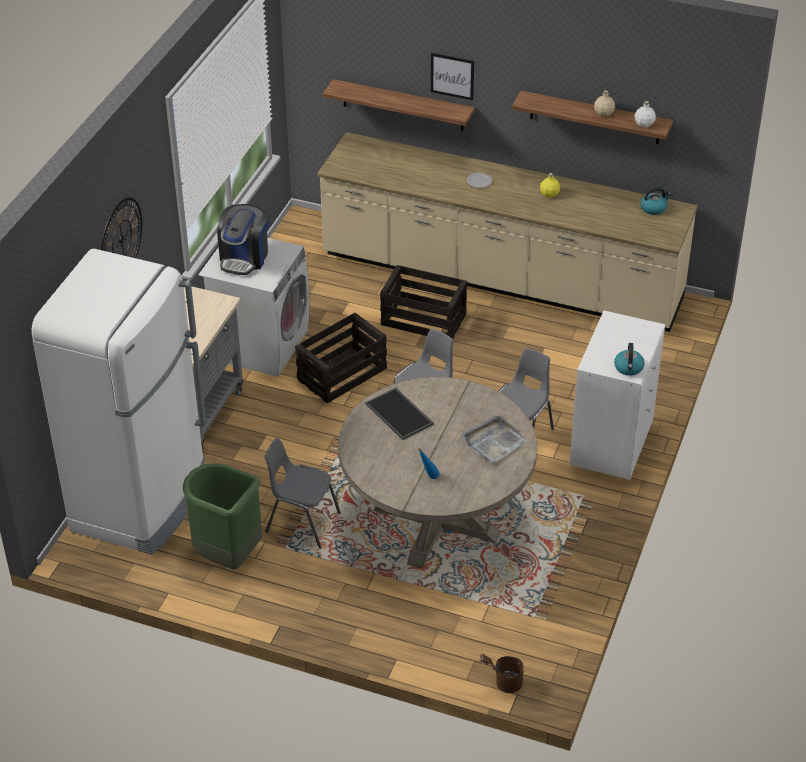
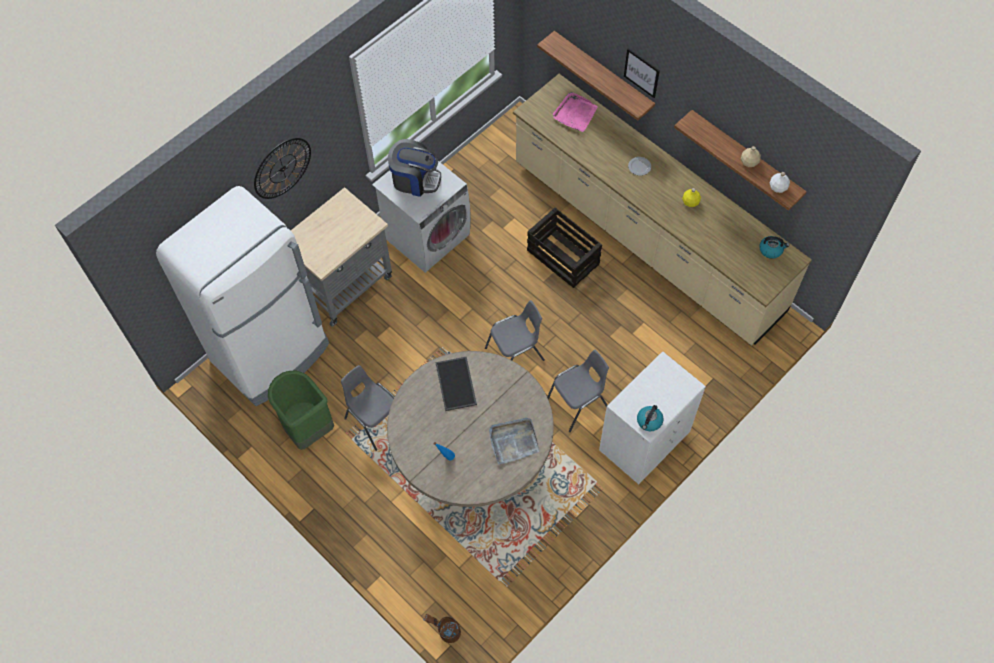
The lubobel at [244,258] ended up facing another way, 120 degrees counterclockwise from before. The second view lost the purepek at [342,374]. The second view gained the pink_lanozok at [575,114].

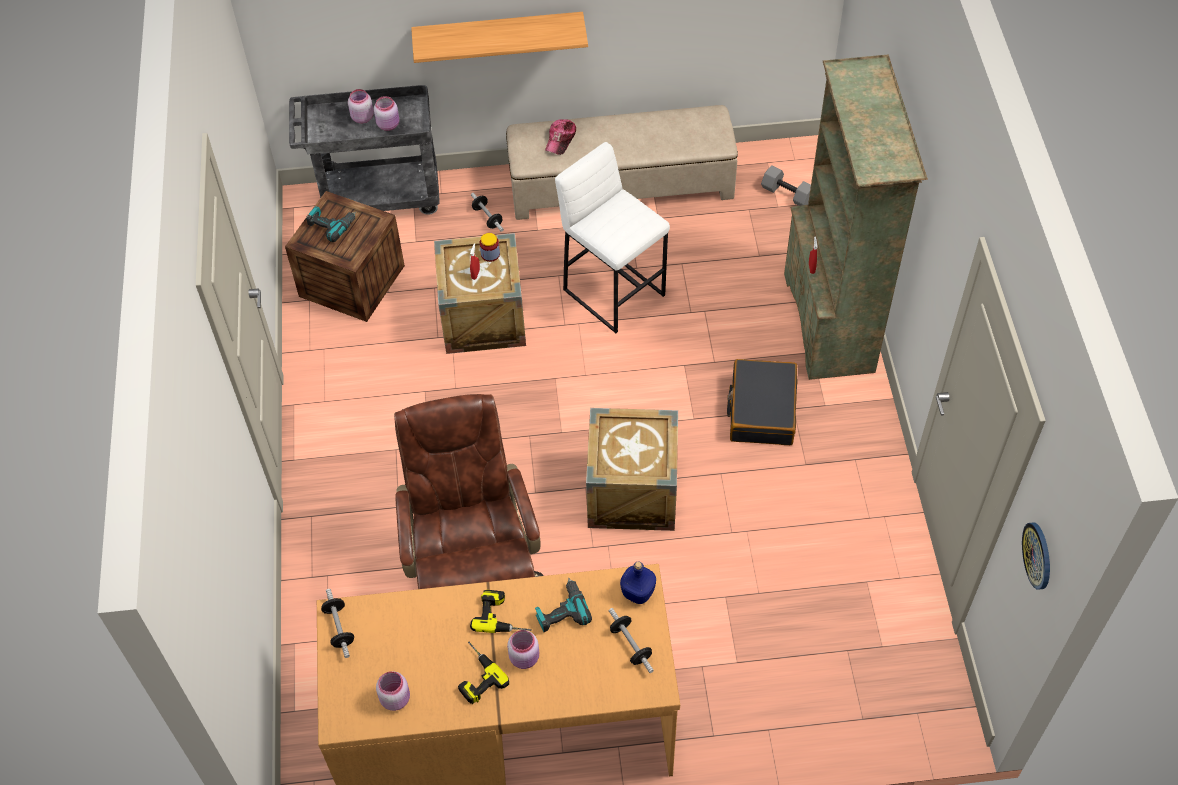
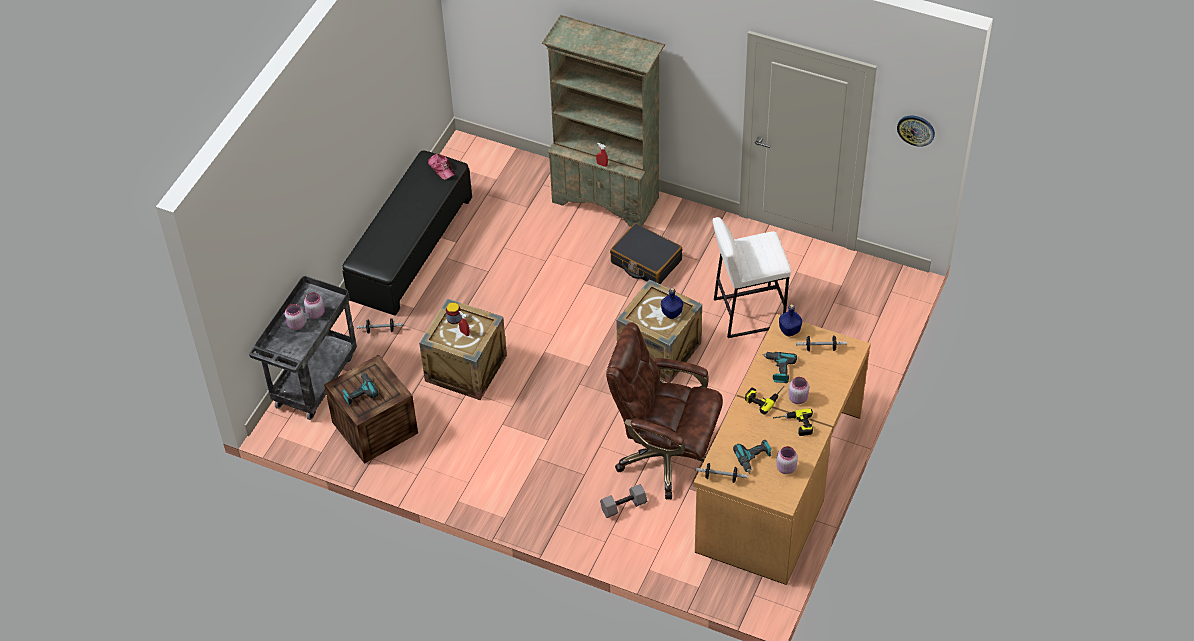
The second view lost the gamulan at [498,33]. What was the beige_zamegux at [622,183] turned into the black_zamegux at [411,247]. The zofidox ended up elsewhere, having gone from [561,139] to [441,168]. The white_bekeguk ended up elsewhere, having gone from [613,291] to [747,313]. The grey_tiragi ended up elsewhere, having gone from [786,194] to [623,507]. The second view gained the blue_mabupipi at [671,313]. The second view gained the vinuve at [753,458].

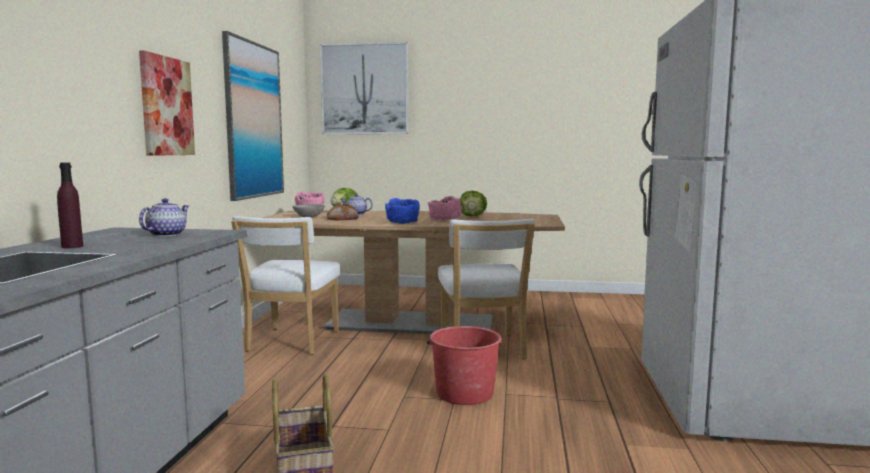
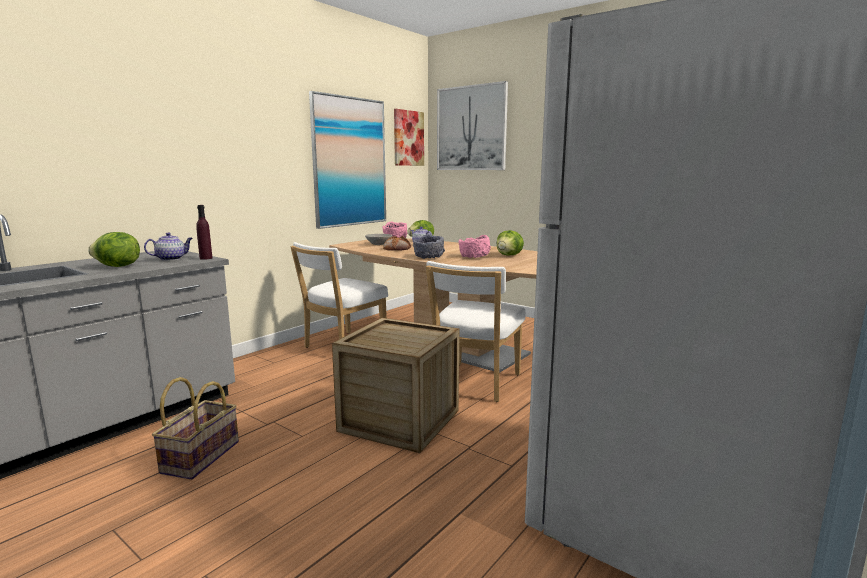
The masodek ended up elsewhere, having gone from [166,106] to [408,138]. The purple_mabupipi ended up elsewhere, having gone from [72,246] to [206,258]. What was the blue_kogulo at [402,222] turned into the grey_kogulo at [428,257]. Where the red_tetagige stood at [464,393], the purepek came to stand at [399,421]. The second view gained the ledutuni at [117,267].

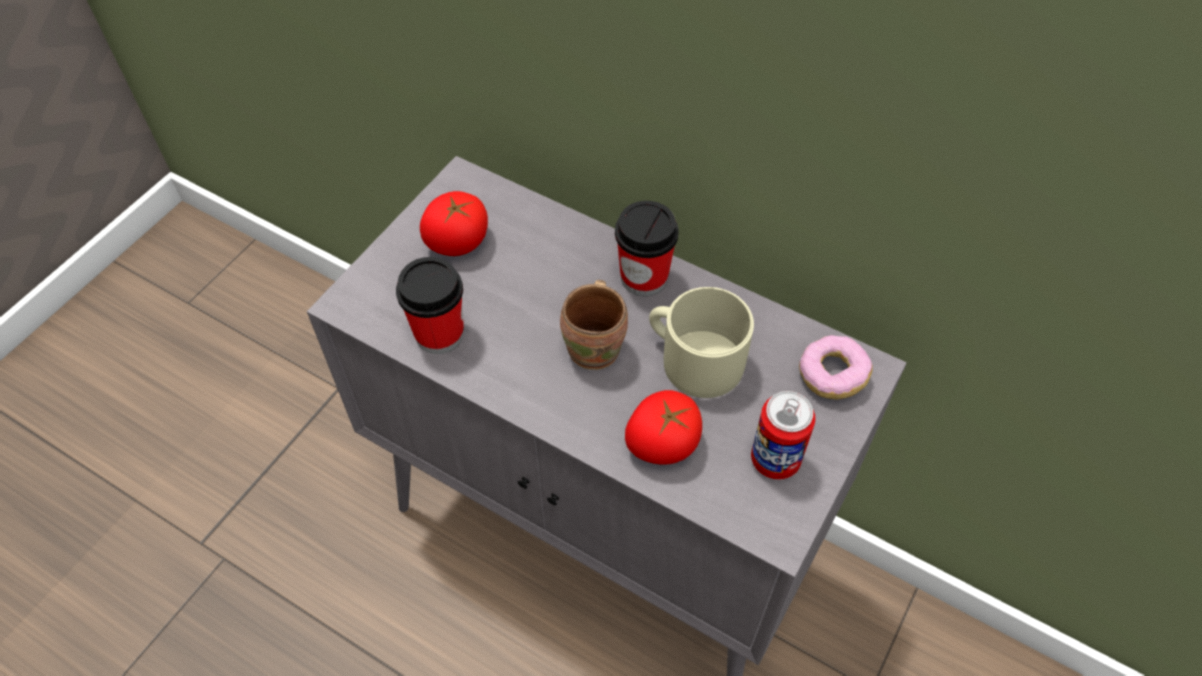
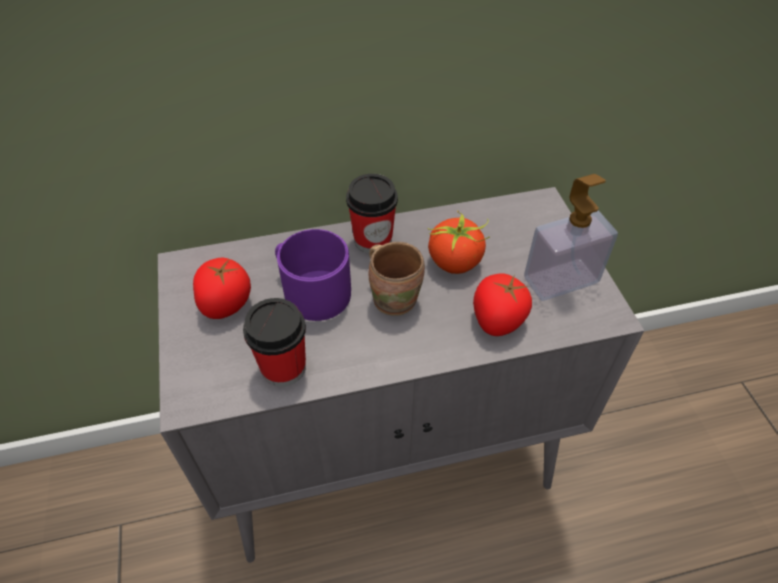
Where the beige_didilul stood at [693,358], the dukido came to stand at [455,262]. The second view lost the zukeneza at [832,376]. Where the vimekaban stood at [775,459], the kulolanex came to stand at [561,280]. The second view gained the purple_didilul at [311,290].

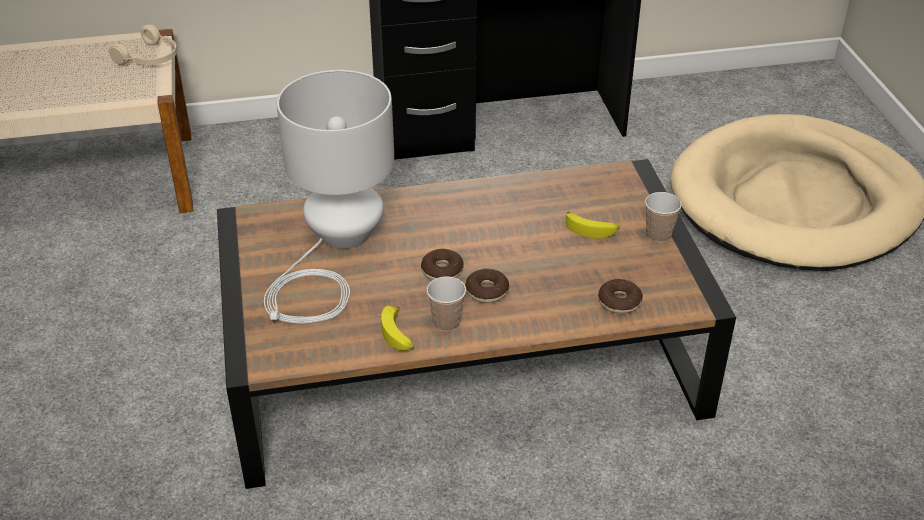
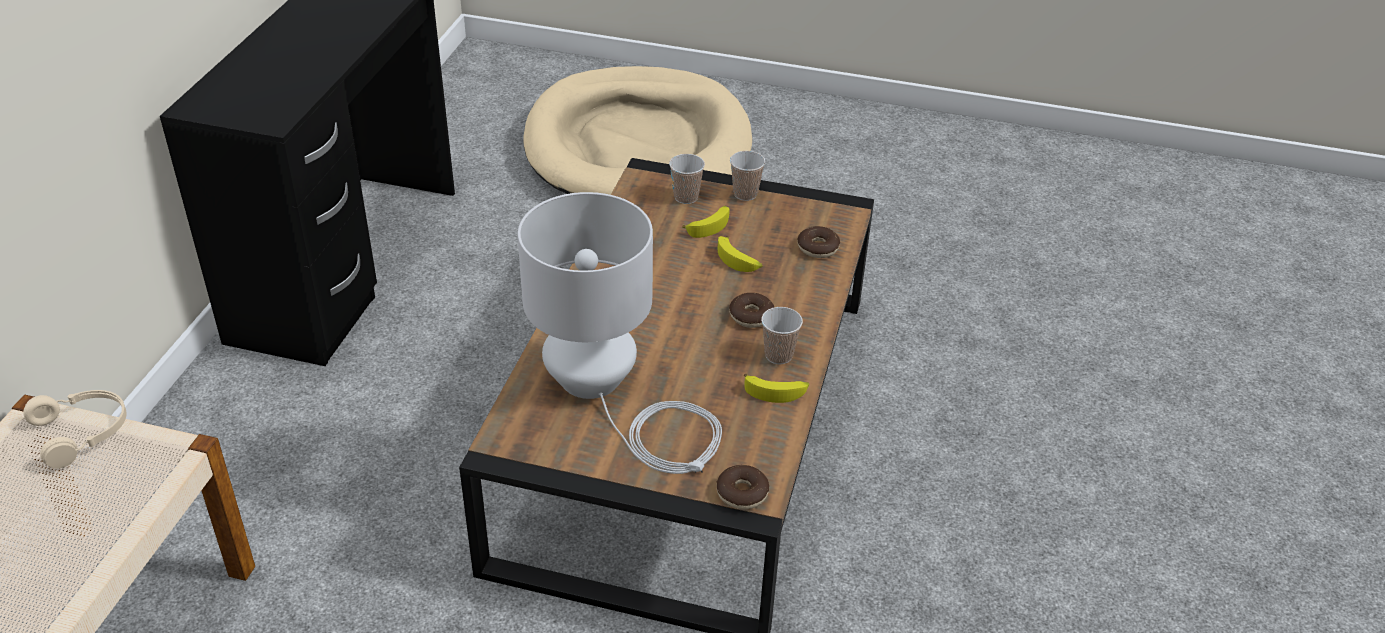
The zukeneza ended up elsewhere, having gone from [442,271] to [742,493]. The second view gained the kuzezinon at [686,197]. The second view gained the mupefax at [738,260].

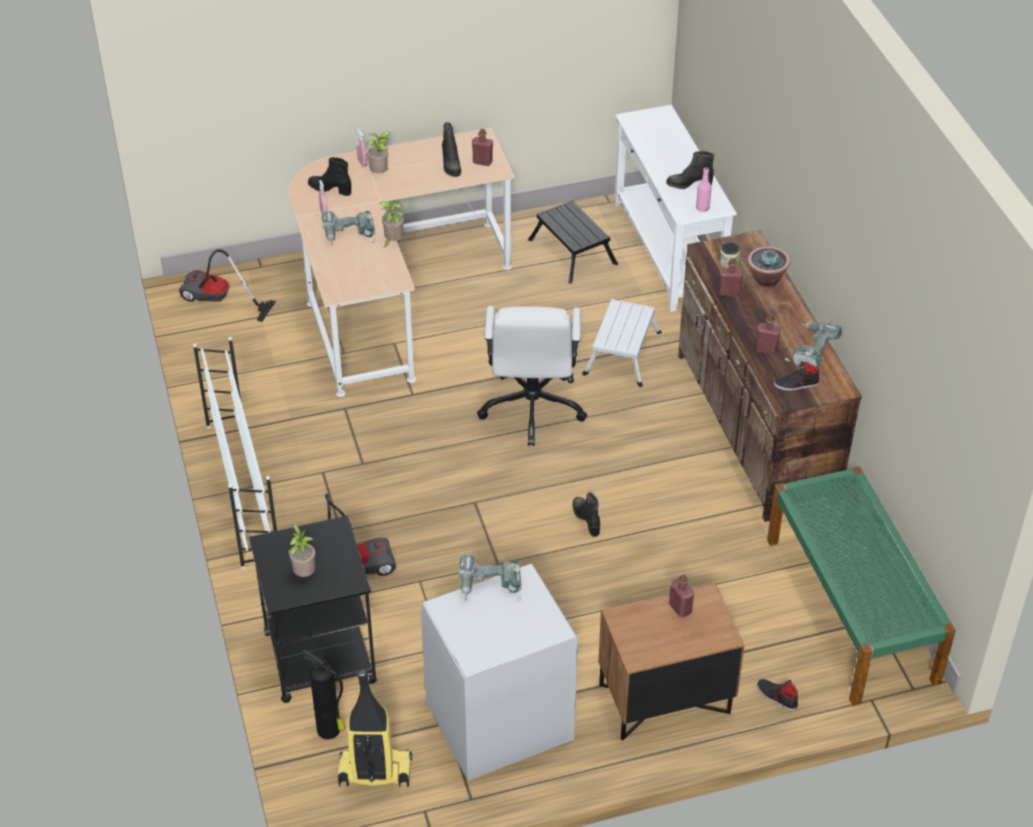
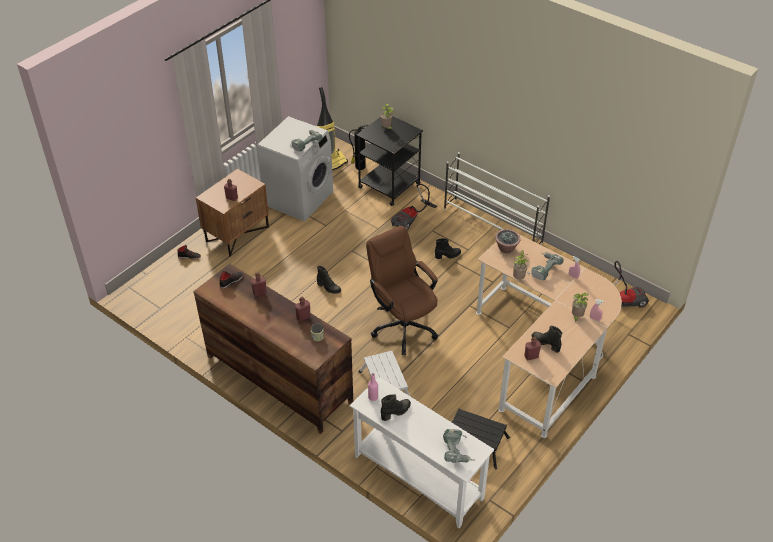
The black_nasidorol ended up elsewhere, having gone from [330,189] to [448,255]. The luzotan ended up elsewhere, having gone from [766,279] to [506,248]. What was the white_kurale at [532,411] turned into the brown_kurale at [402,327]. The vinuve ended up elsewhere, having gone from [810,351] to [457,452]. The second view lost the green_zamegux at [852,609].

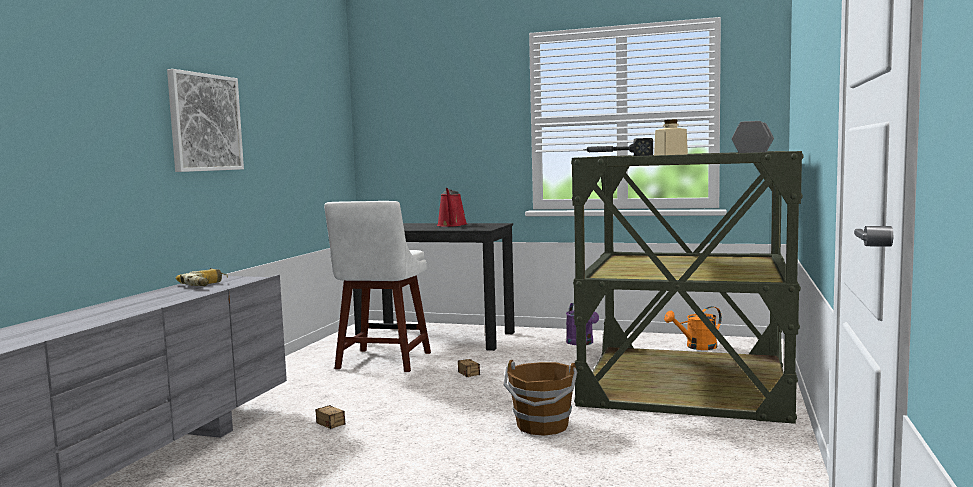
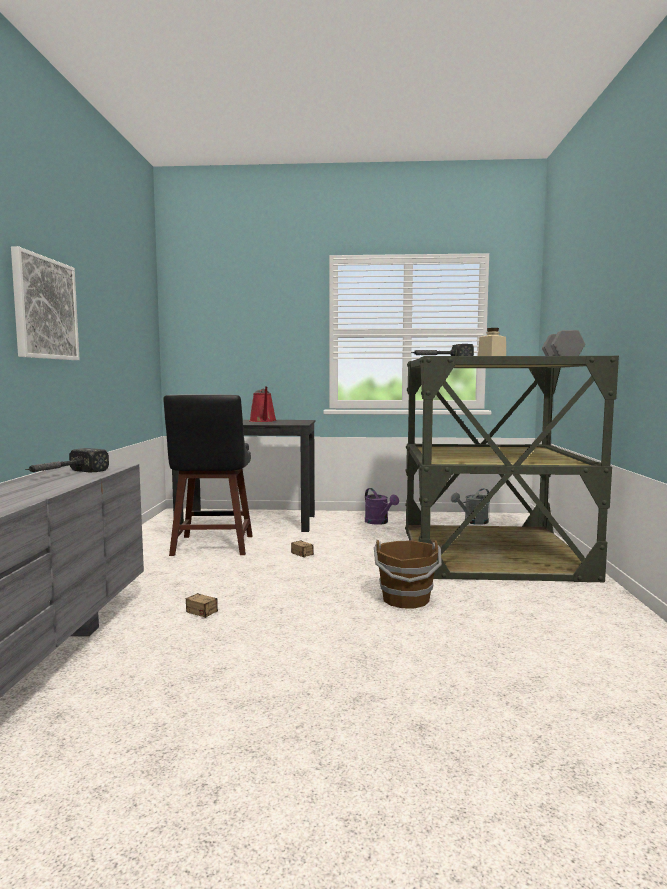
What was the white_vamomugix at [381,362] turned into the black_vamomugix at [211,547]. Where the vinuve stood at [205,284], the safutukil came to stand at [64,474]. What was the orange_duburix at [696,347] turned into the grey_duburix at [473,522].

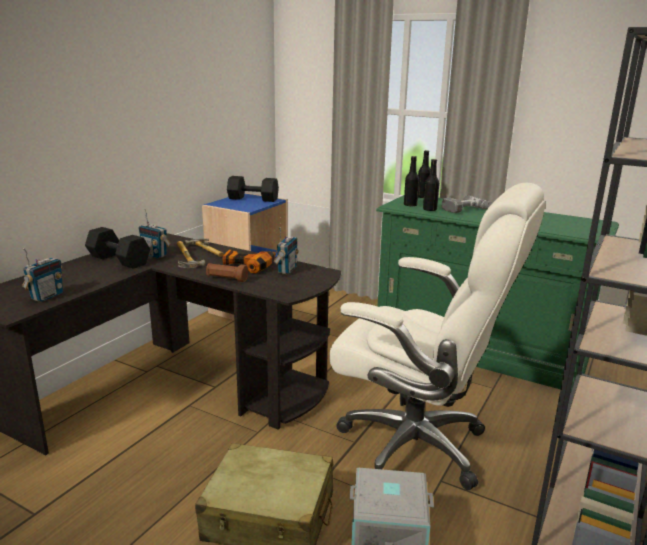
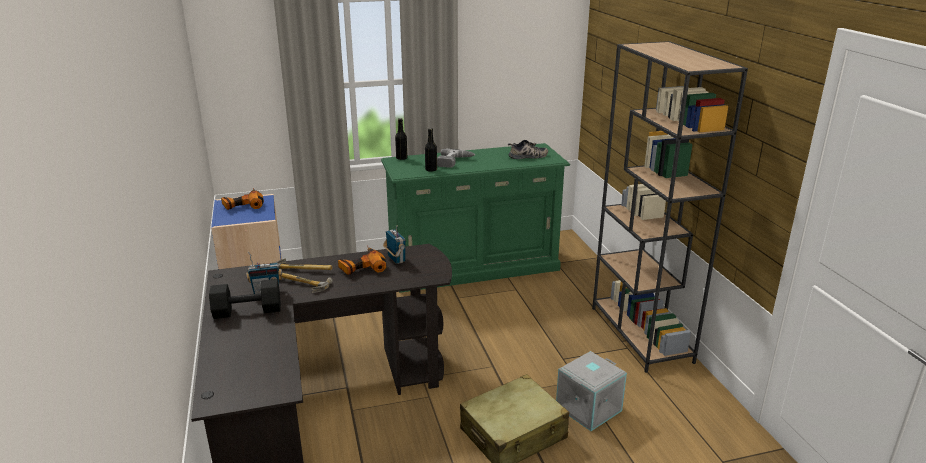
The second view lost the black_mabupipi at [410,205]. Where the black_tiragi stood at [252,199], the vinuve came to stand at [243,204]. The second view lost the white_kurale at [416,446]. The second view lost the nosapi at [47,296]. The second view lost the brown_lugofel at [226,279]. The second view gained the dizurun at [528,156].

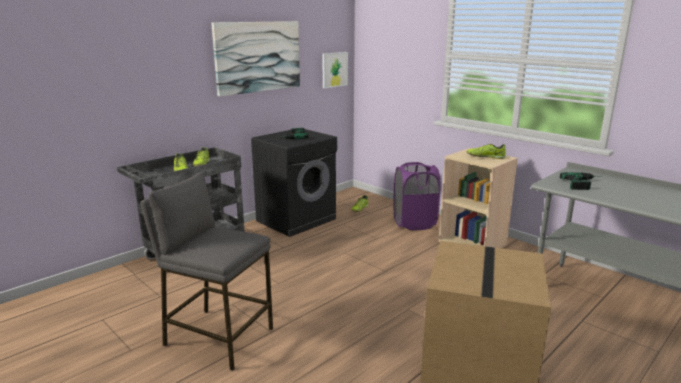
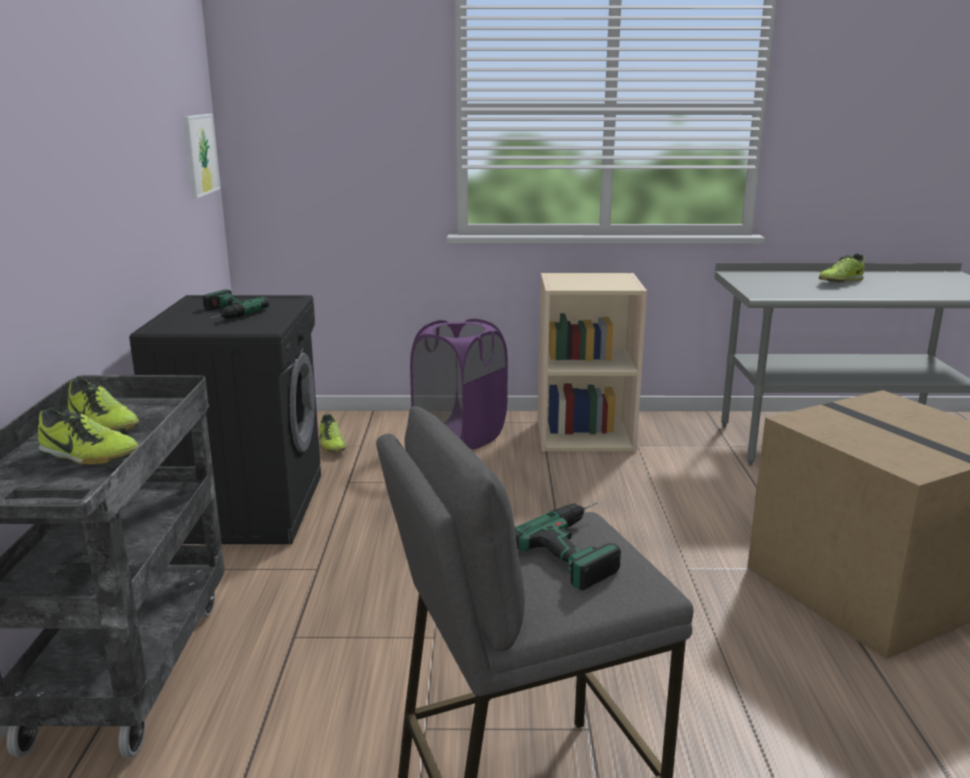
The second view lost the masodek at [258,57]. The dizurun ended up elsewhere, having gone from [485,157] to [840,282]. The vinuve ended up elsewhere, having gone from [585,184] to [584,546].

